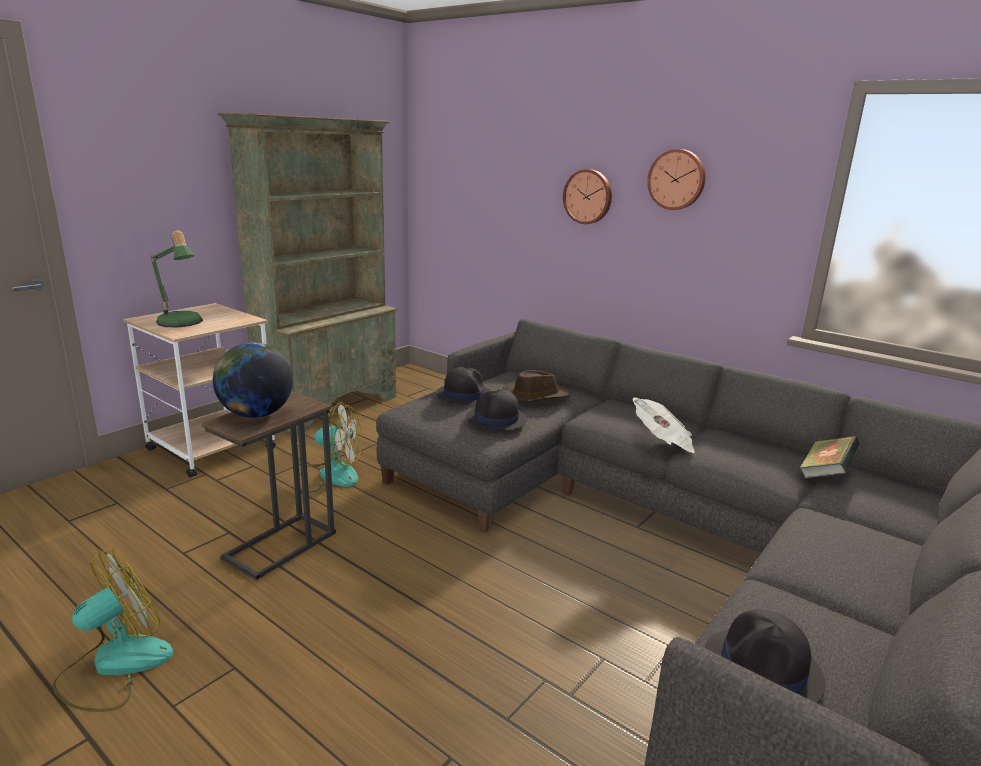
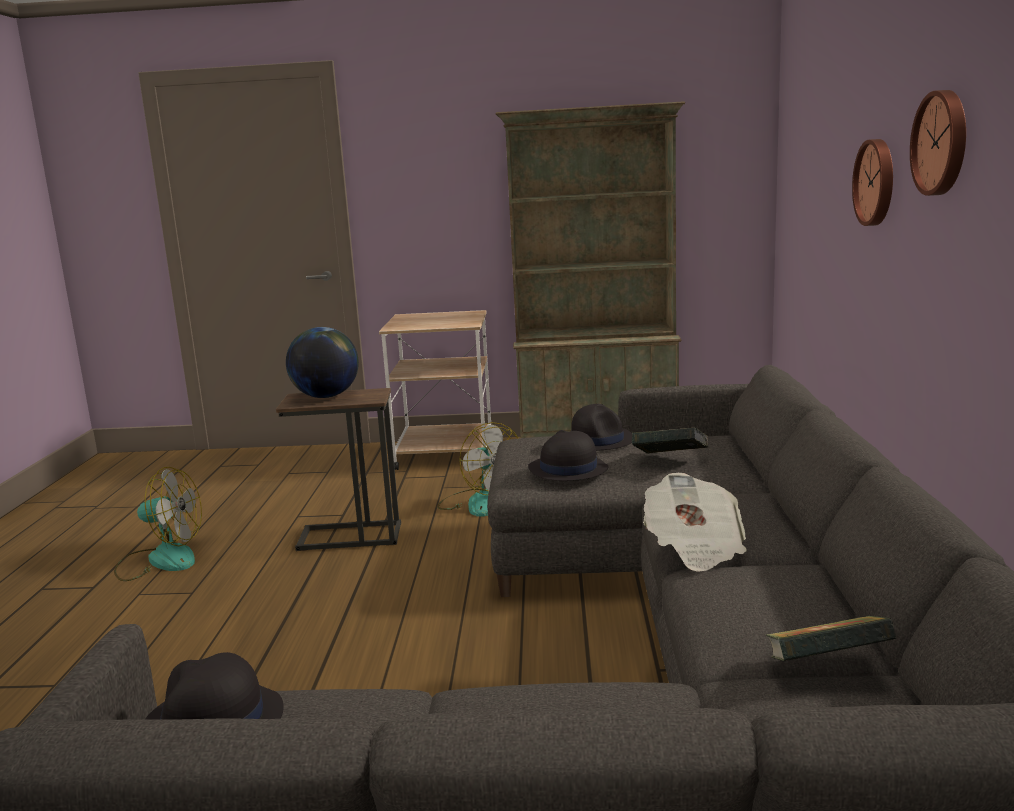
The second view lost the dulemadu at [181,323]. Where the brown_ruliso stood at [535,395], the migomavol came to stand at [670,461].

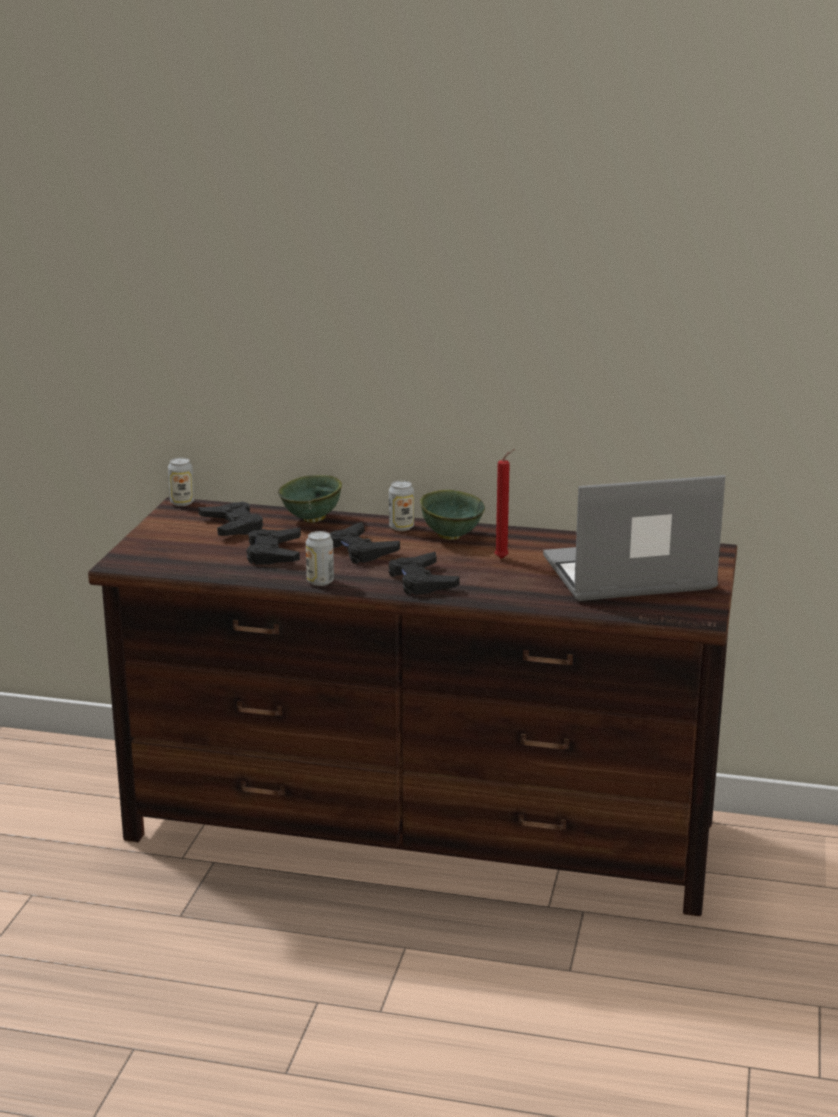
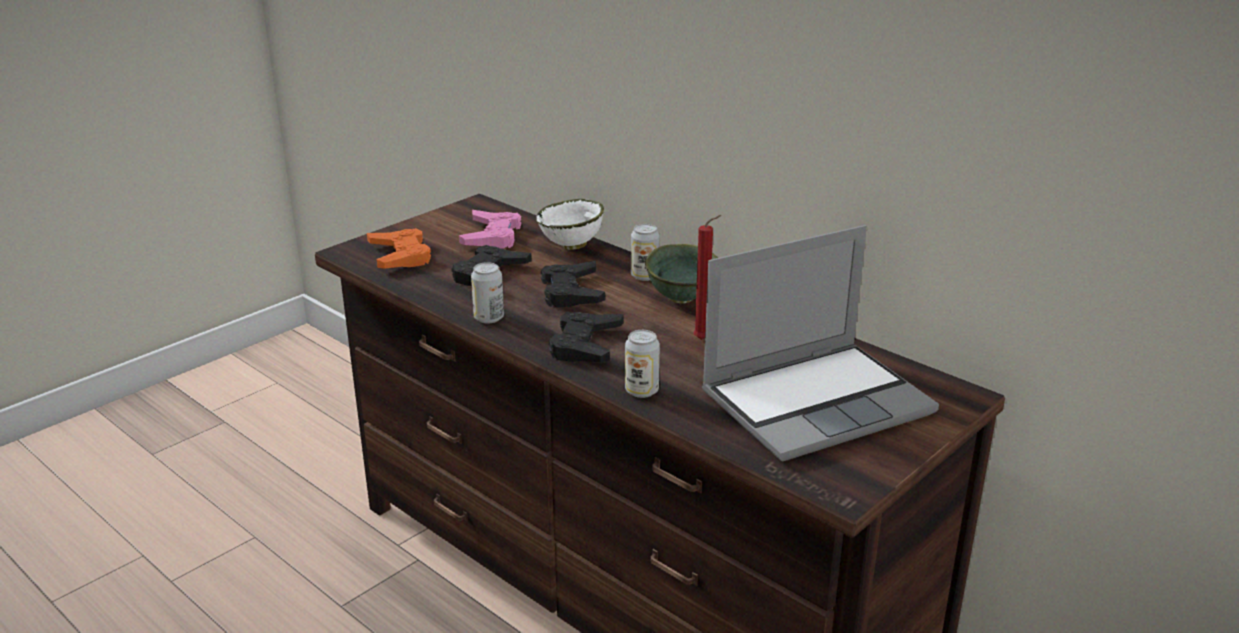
The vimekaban ended up elsewhere, having gone from [182,503] to [641,391]. What was the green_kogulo at [312,519] turned into the white_kogulo at [571,246]. The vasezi at [627,576] ended up facing another way, 135 degrees clockwise from before. What was the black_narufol at [232,526] turned into the pink_narufol at [492,236]. The second view gained the orange_narufol at [400,256].

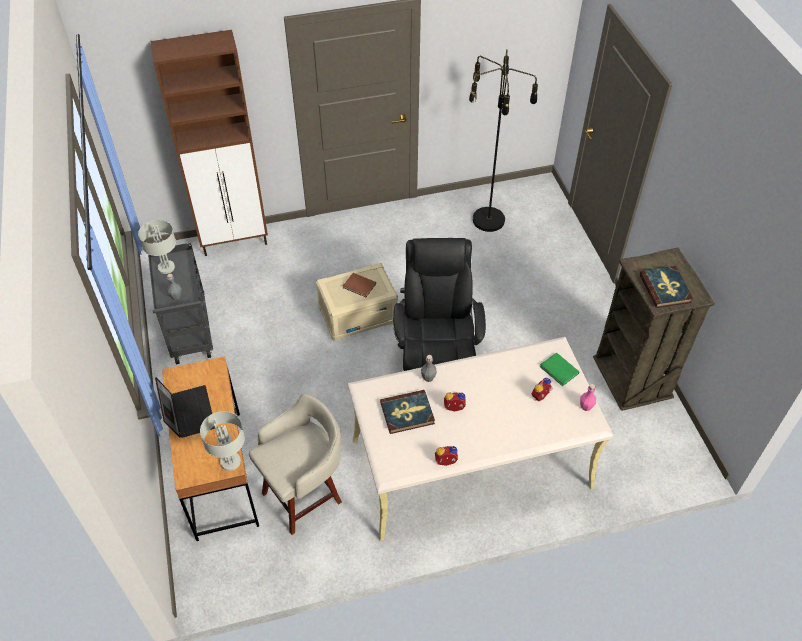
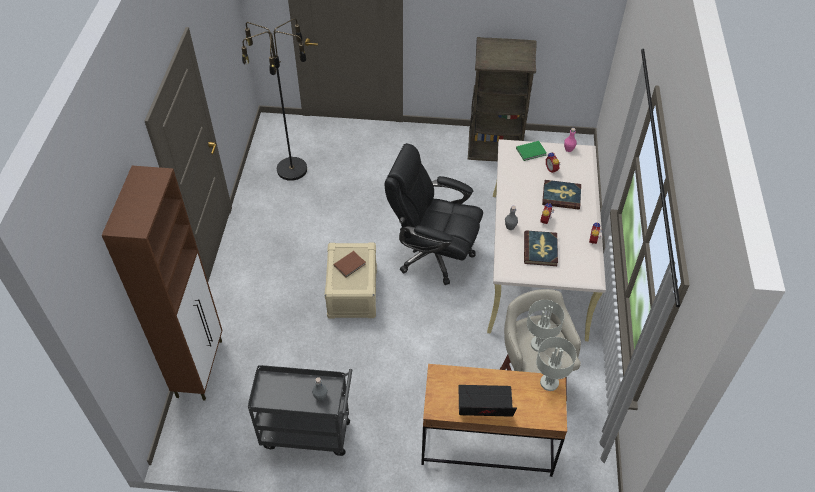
The grey_dulemadu ended up elsewhere, having gone from [166,267] to [539,345]. The migomavol ended up elsewhere, having gone from [665,288] to [561,196].

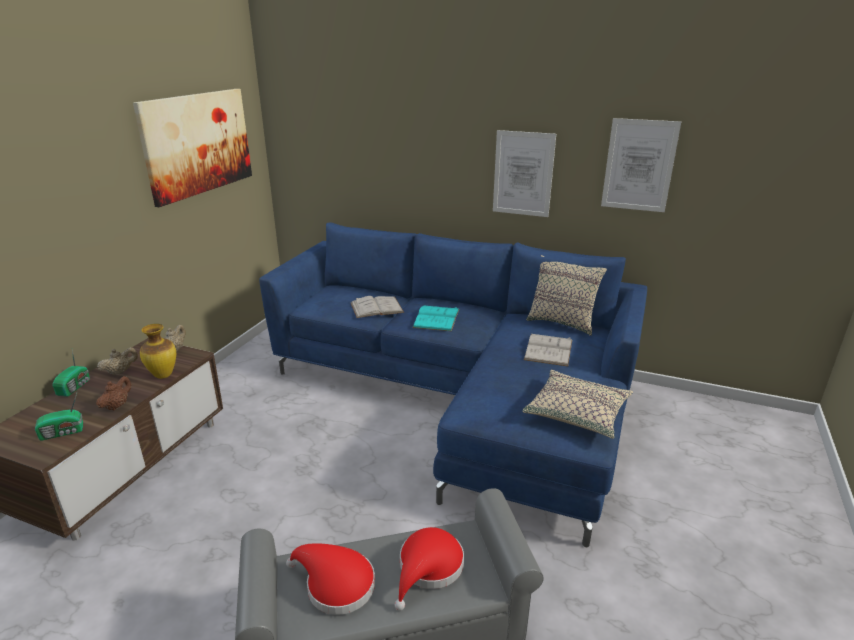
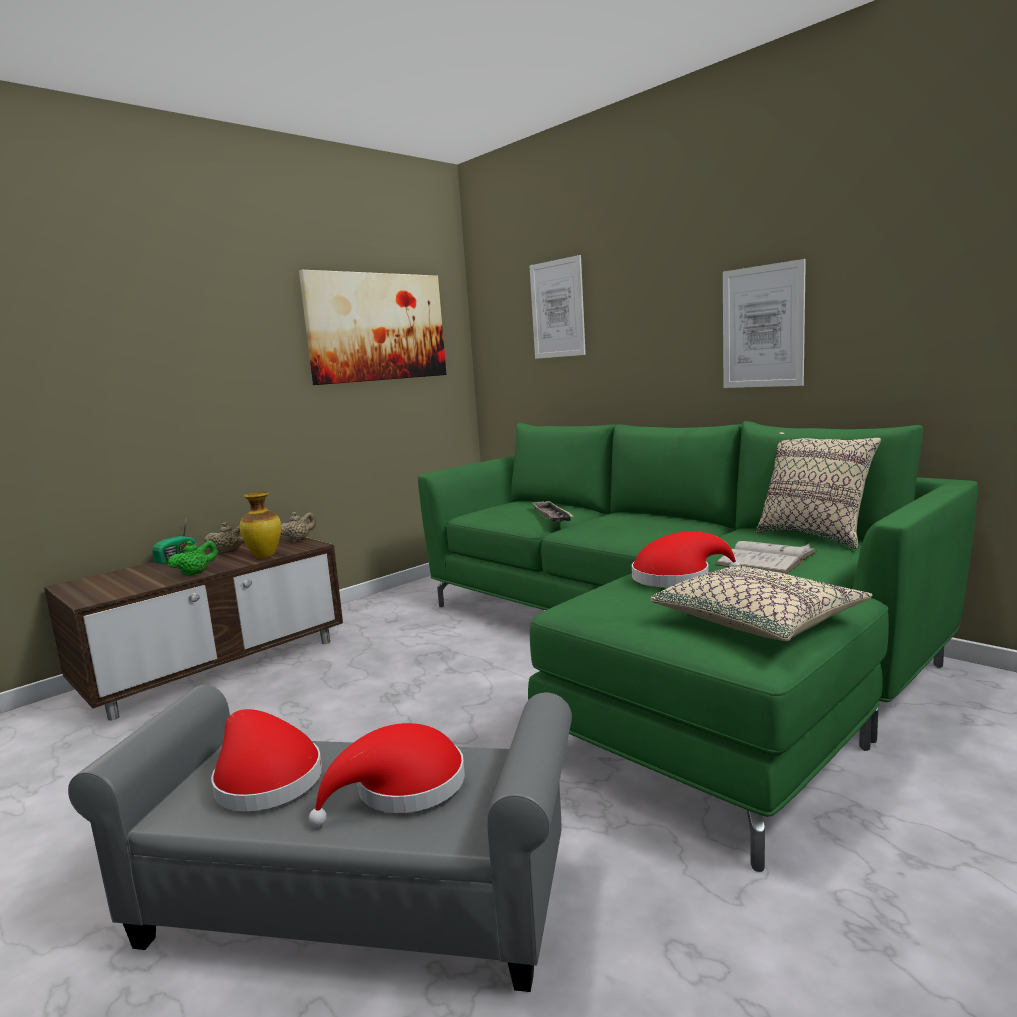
The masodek ended up elsewhere, having gone from [639,165] to [557,309]. What was the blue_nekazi at [463,397] turned into the green_nekazi at [661,651]. Where the white_migomavol stood at [376,307], the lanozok came to stand at [551,516]. The second view lost the turquoise_migomavol at [436,318]. What was the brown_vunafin at [117,406] turned into the green_vunafin at [196,573]. The second view lost the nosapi at [63,432]. The second view gained the red_ruliso at [677,578].

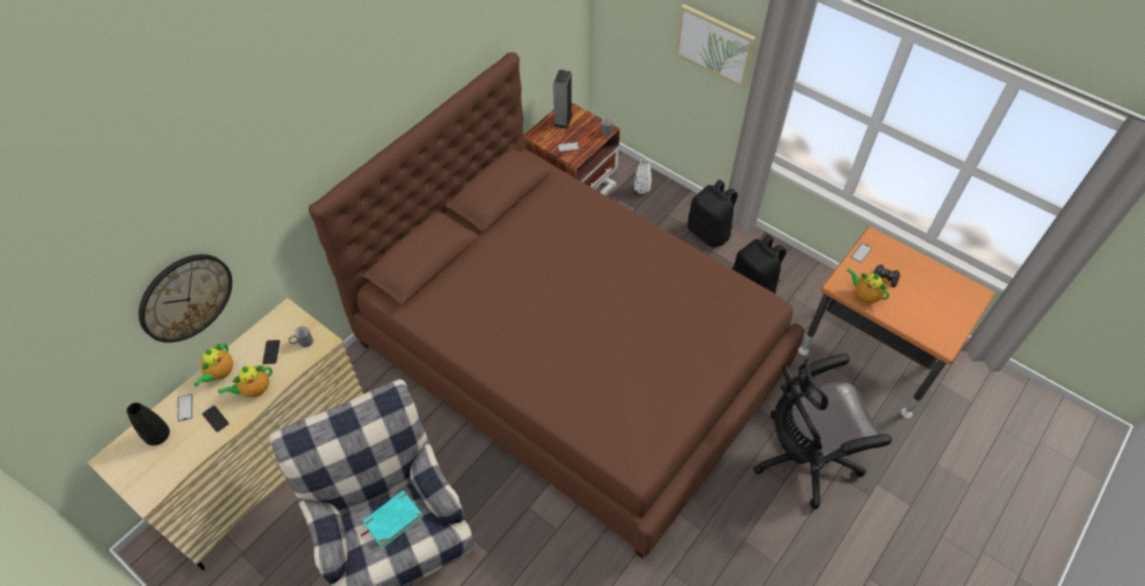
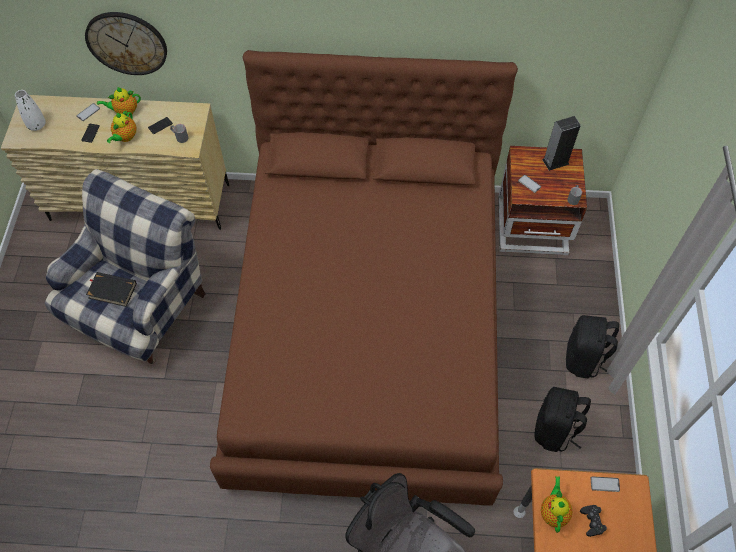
The second view lost the masodek at [715,45]. The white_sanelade ended up elsewhere, having gone from [642,189] to [37,125]. The vunafin at [254,390] ended up facing another way, 90 degrees counterclockwise from before. The second view lost the black_sanelade at [158,436]. What was the turquoise_migomavol at [393,520] turned into the black_migomavol at [112,290].

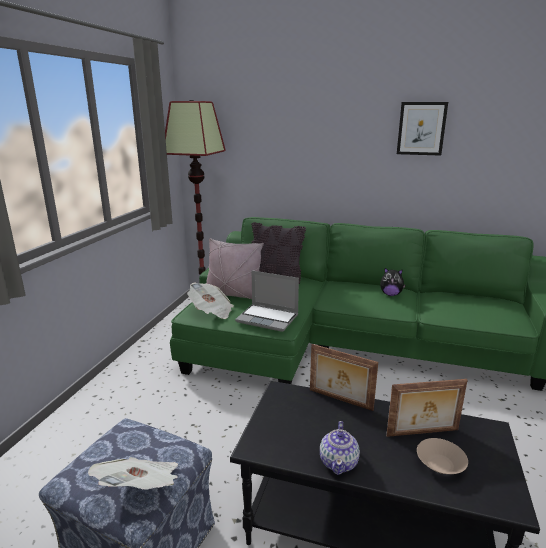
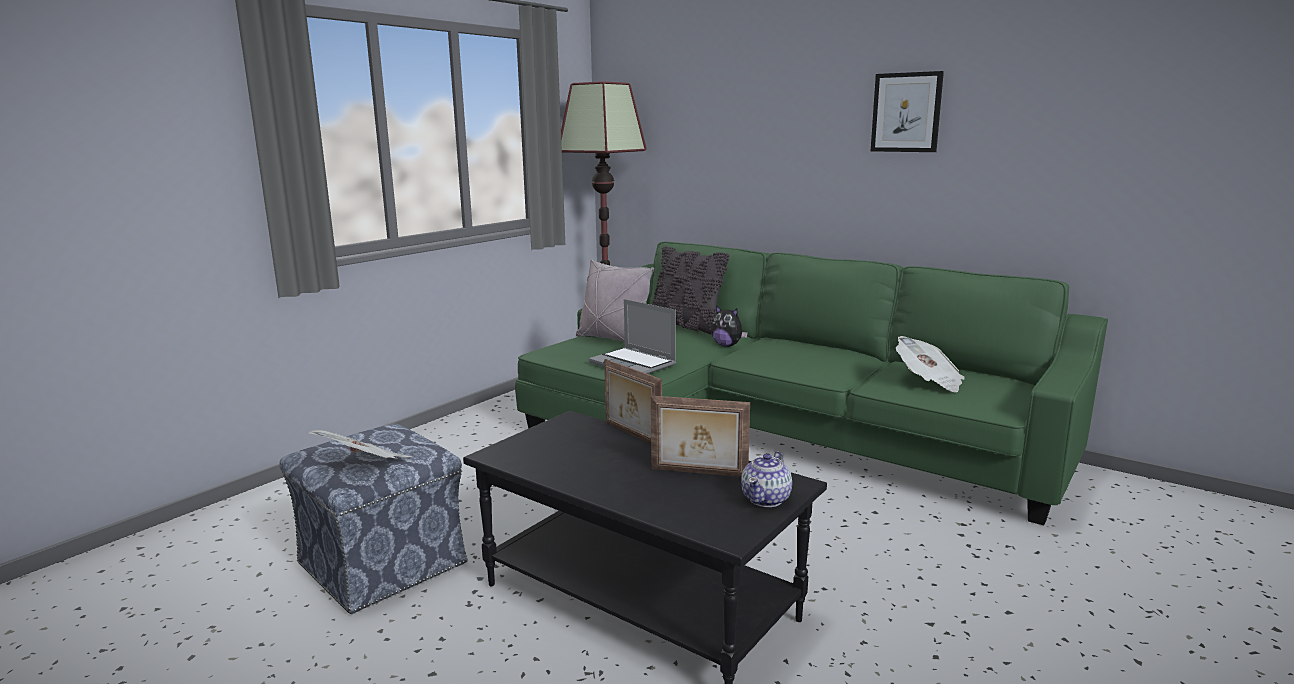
The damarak ended up elsewhere, having gone from [390,294] to [727,345]. The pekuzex ended up elsewhere, having gone from [211,311] to [929,382]. The vunafin ended up elsewhere, having gone from [339,462] to [766,499]. The second view lost the beige_kogulo at [440,464].

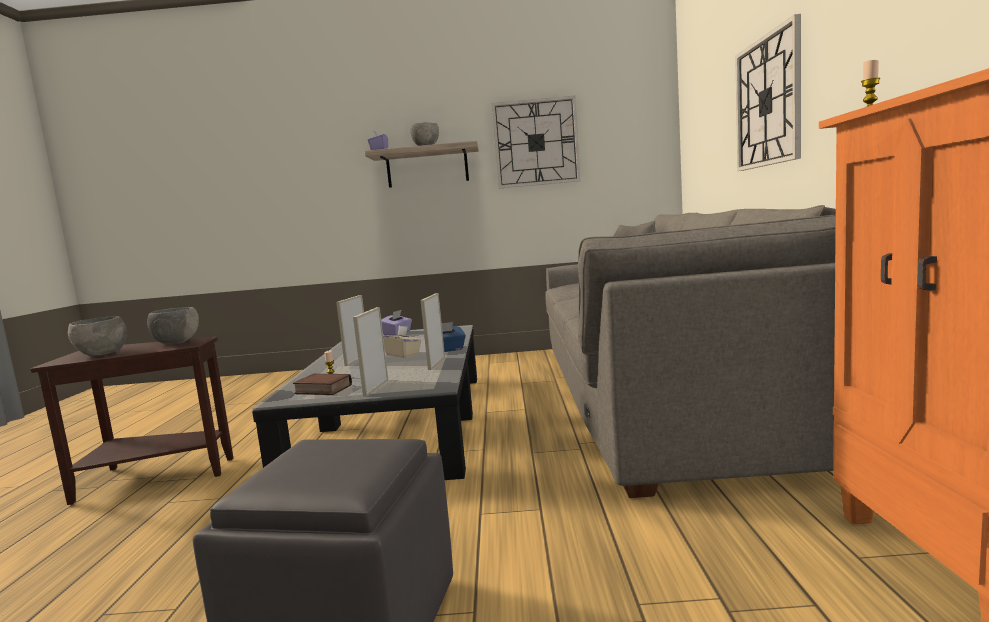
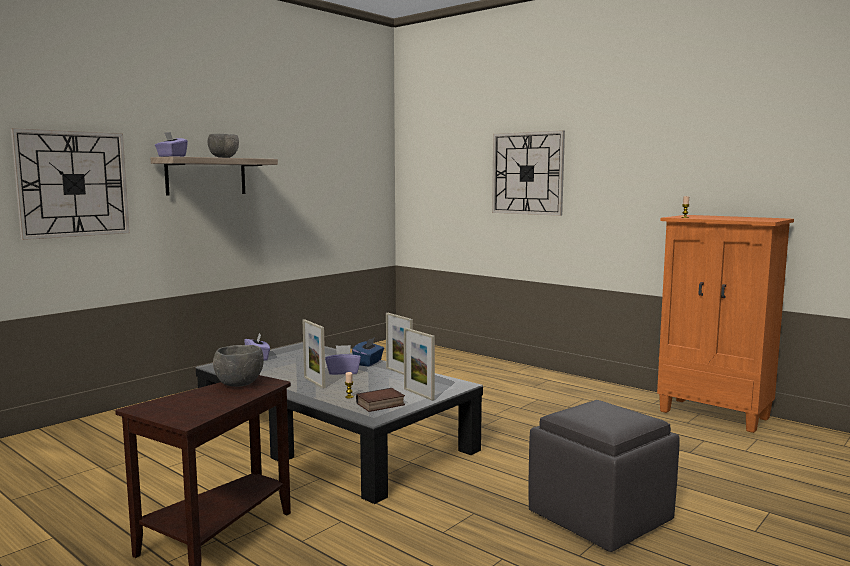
The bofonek ended up elsewhere, having gone from [536,143] to [73,184]. The second view lost the grey_nekazi at [659,393]. The second view lost the grey_kogulo at [103,354]. What was the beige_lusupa at [403,355] turned into the purple_lusupa at [343,372].

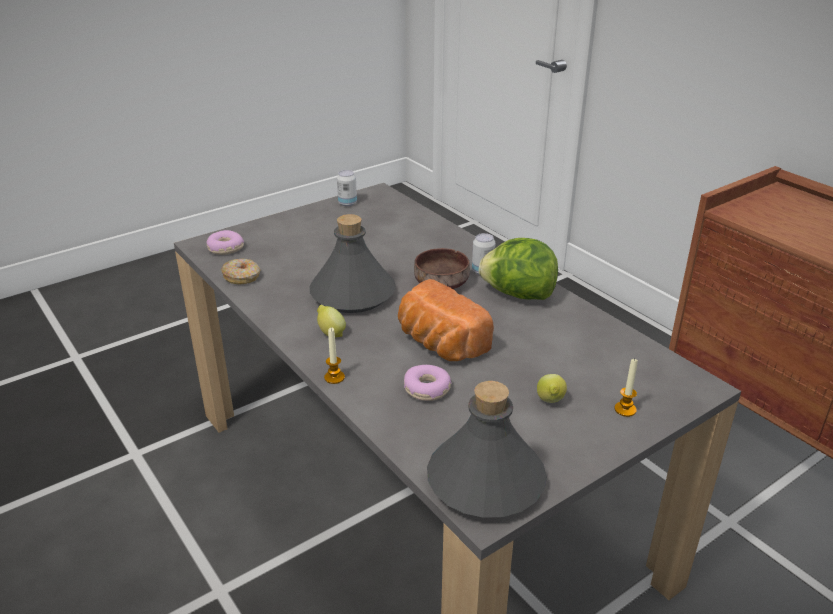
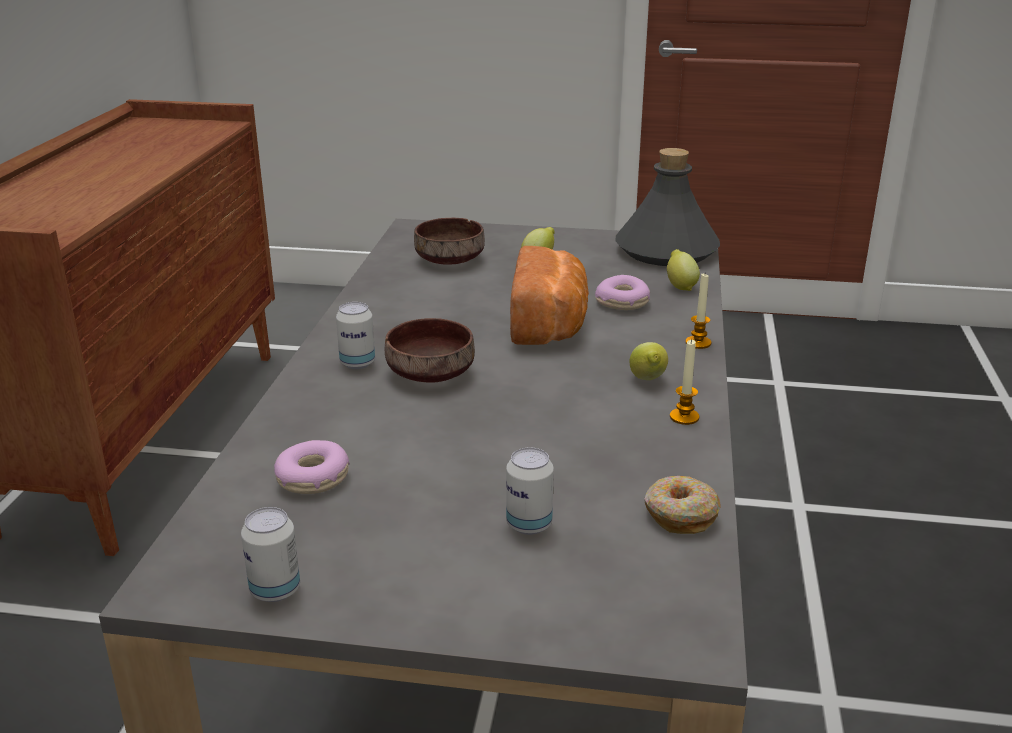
The second view lost the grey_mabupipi at [353,295]. The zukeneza ended up elsewhere, having gone from [225,248] to [313,478]. The second view lost the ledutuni at [518,294]. The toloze ended up elsewhere, having gone from [625,409] to [684,417]. The second view gained the brown_kogulo at [448,259]. The second view gained the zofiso at [680,286]. The second view gained the vimekaban at [529,525].

